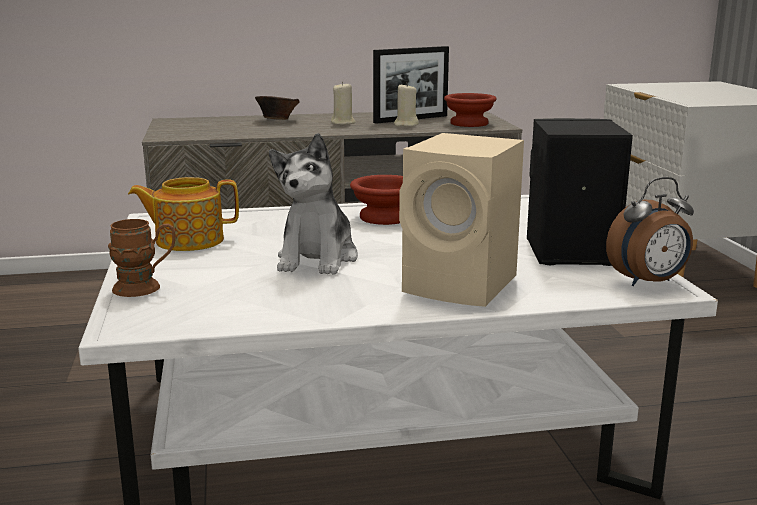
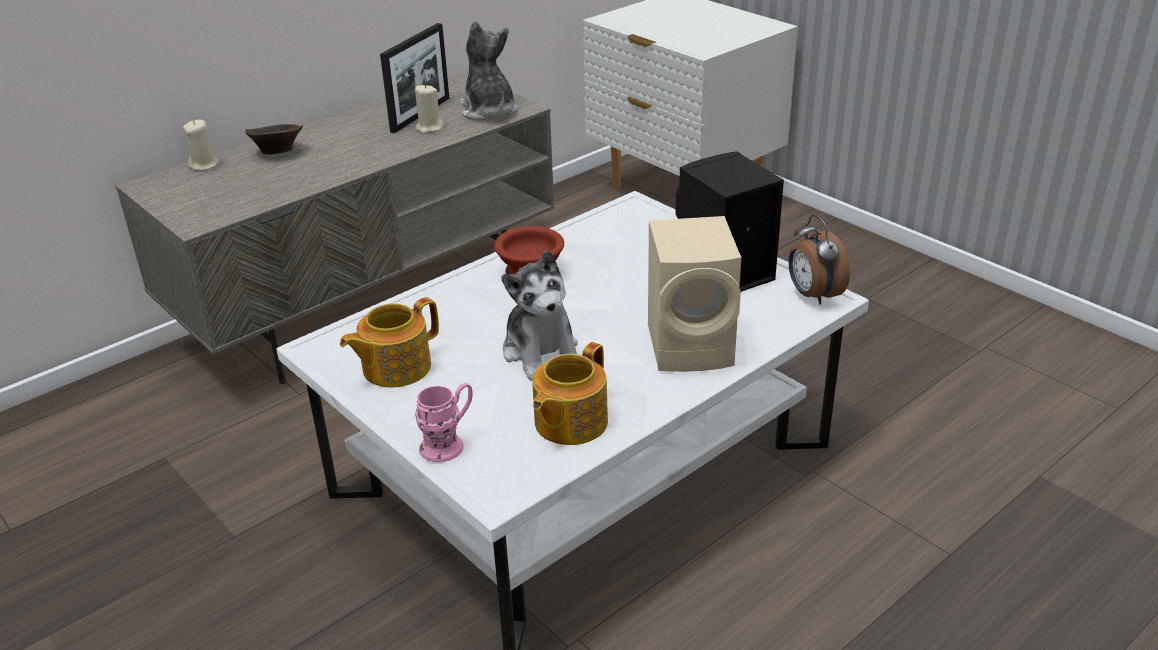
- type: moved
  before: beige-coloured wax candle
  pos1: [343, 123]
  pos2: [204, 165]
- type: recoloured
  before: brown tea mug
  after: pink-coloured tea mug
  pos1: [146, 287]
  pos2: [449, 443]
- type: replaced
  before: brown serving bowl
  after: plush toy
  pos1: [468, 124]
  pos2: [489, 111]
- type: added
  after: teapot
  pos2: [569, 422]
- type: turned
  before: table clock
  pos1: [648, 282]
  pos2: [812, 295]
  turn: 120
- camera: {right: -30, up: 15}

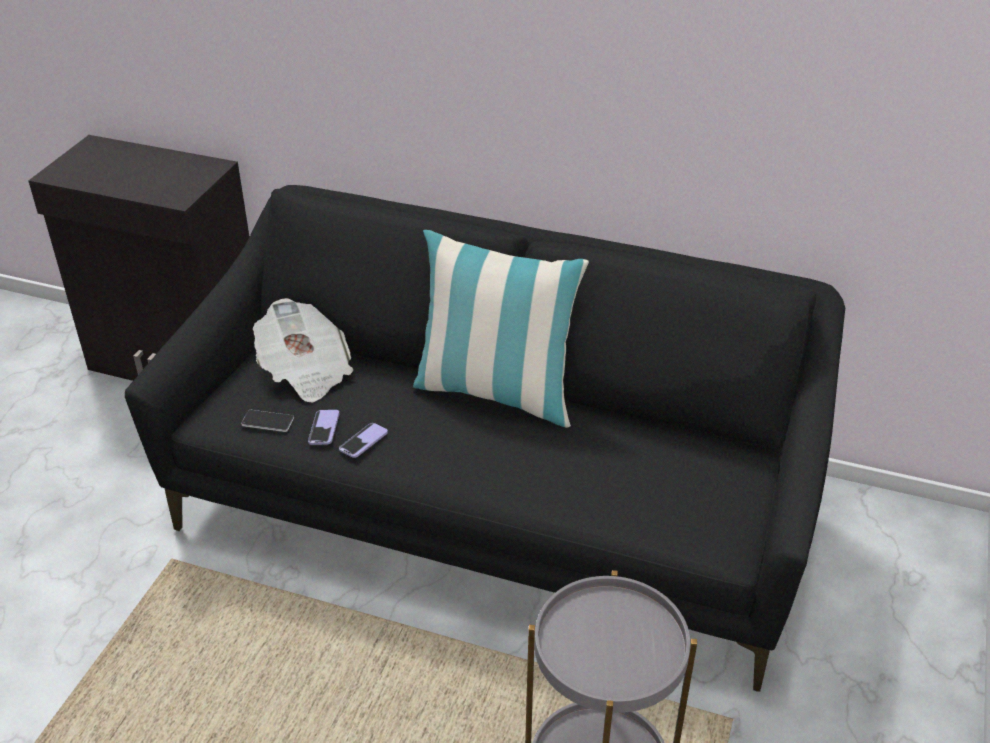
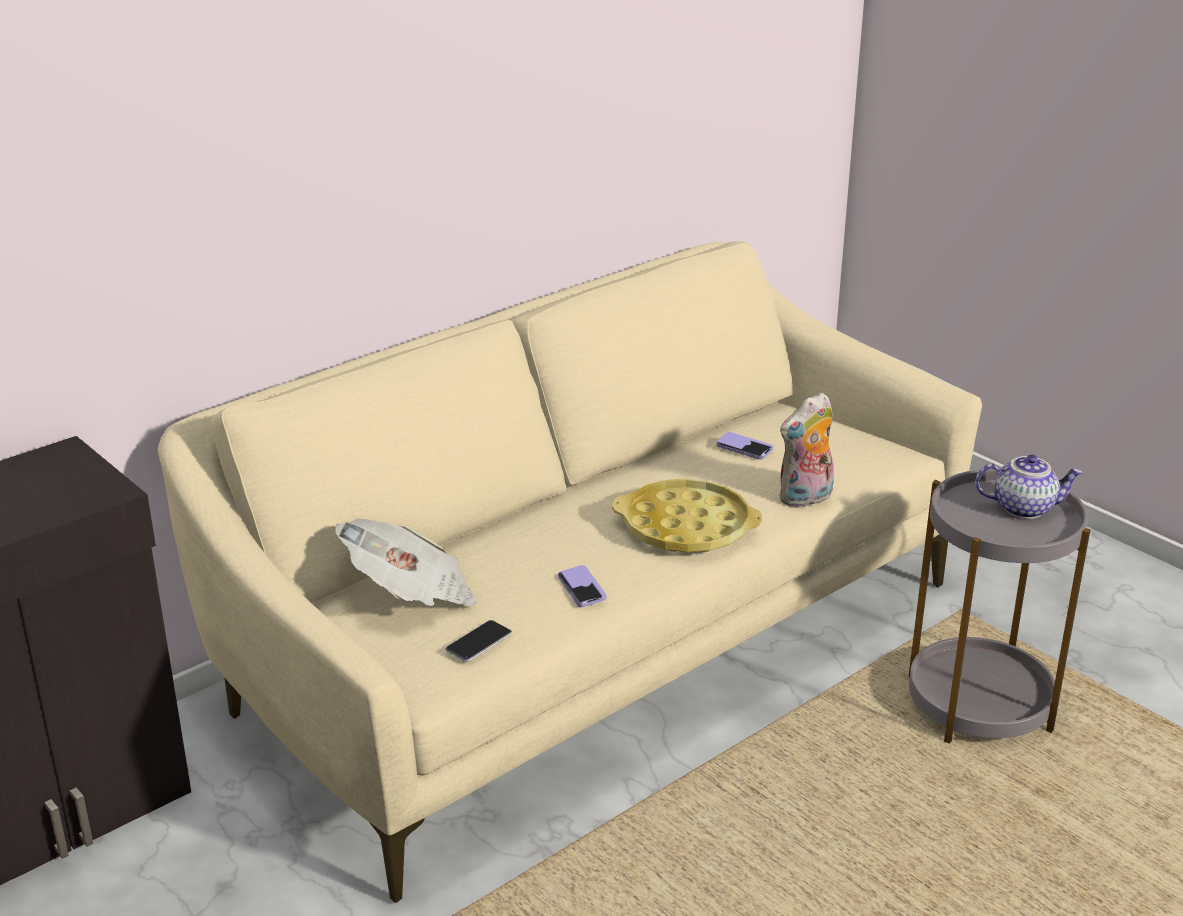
- type: recoloured
  before: blackish couch
  after: beige-coloured couch
  pos1: [495, 507]
  pos2: [592, 645]
- type: added
  after: yellowish serving tray
  pos2: [686, 527]
- type: moved
  before: phone
  pos1: [324, 428]
  pos2: [744, 447]
- type: added
  after: plush toy
  pos2: [806, 499]
- type: added
  after: teapot
  pos2: [1024, 507]
- type: removed
  before: pillow
  pos1: [496, 392]
- camera: {right: -60, up: -10}

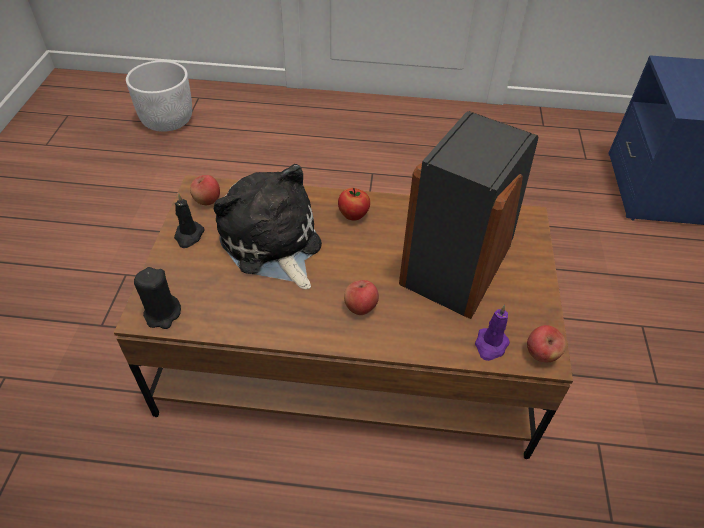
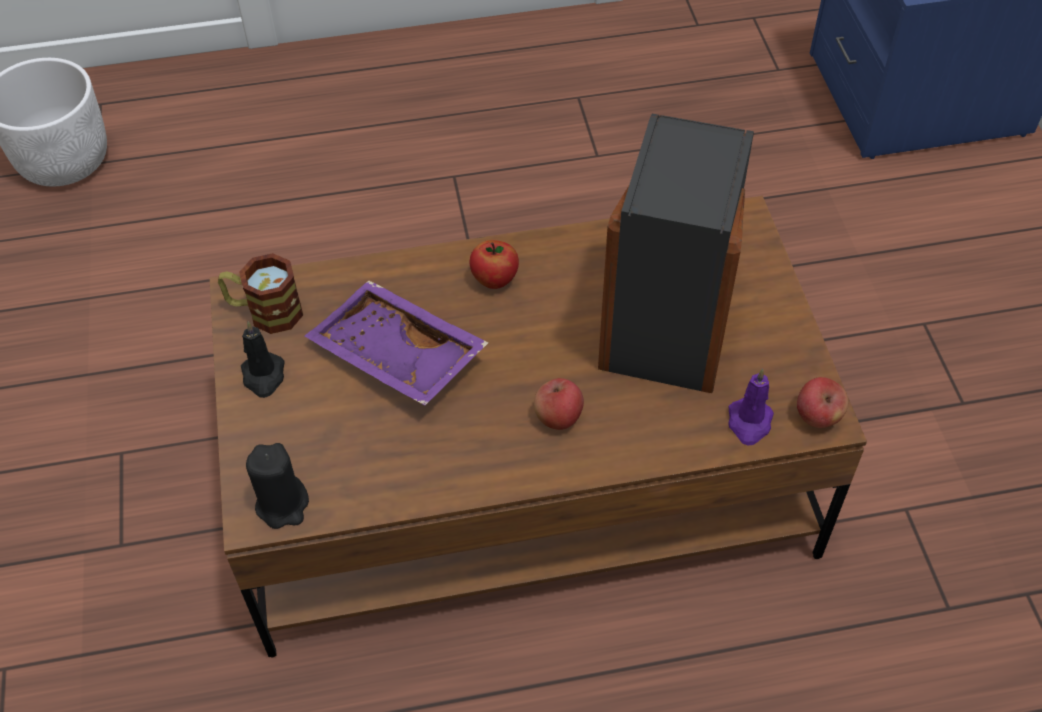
- type: replaced
  before: whole apple
  after: tea mug
  pos1: [207, 200]
  pos2: [265, 312]
- type: replaced
  before: plush toy
  after: purple serving tray
  pos1: [272, 245]
  pos2: [395, 357]
- camera: {right: -15, up: 5}

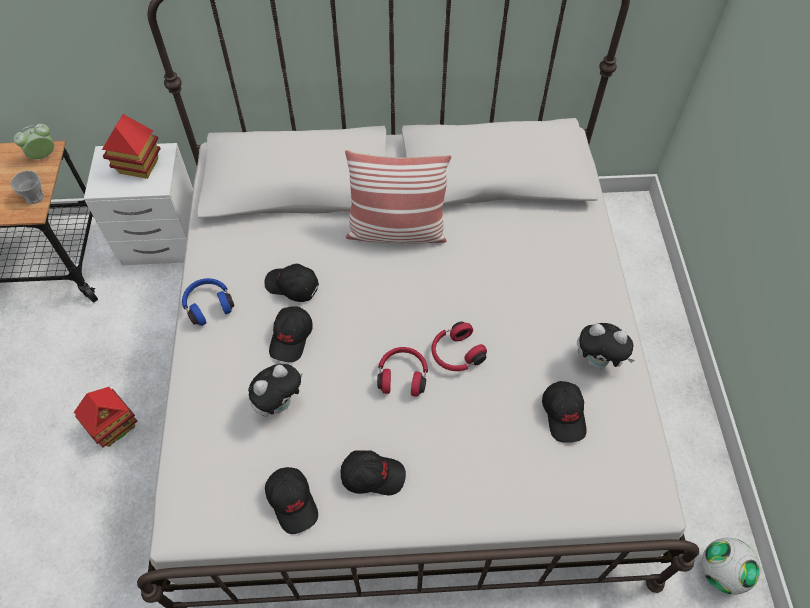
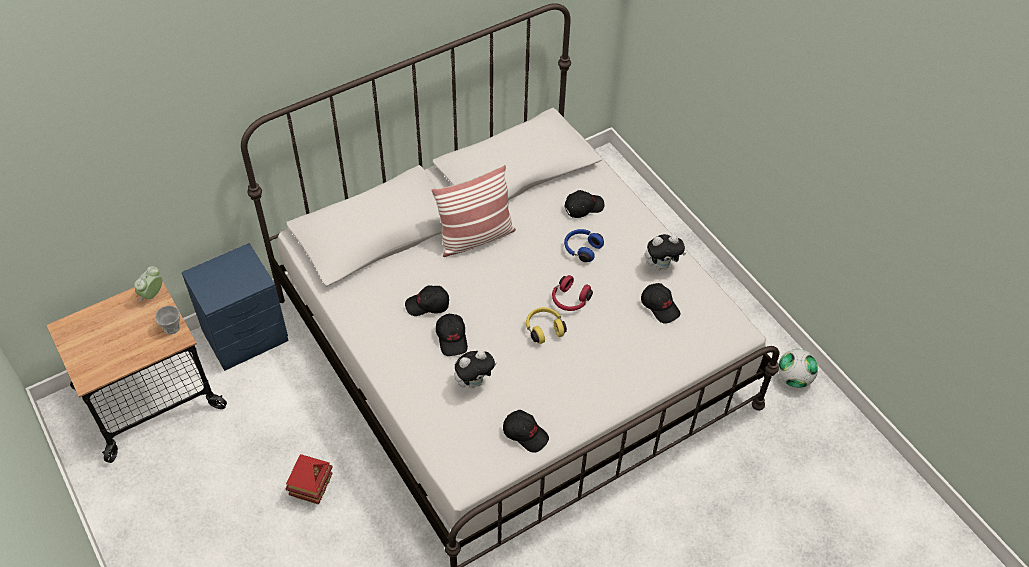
- type: recoloured
  before: white bedside table
  after: blue-coloured bedside table
  pos1: [164, 241]
  pos2: [247, 336]
- type: turned
  before: plush toy
  pos1: [279, 403]
  pos2: [474, 382]
  turn: 45
- type: recoloured
  before: reddish pair of headphones
  after: yellowish pair of headphones
  pos1: [402, 376]
  pos2: [544, 328]
- type: moved
  before: blue-coloured pair of headphones
  pos1: [208, 305]
  pos2: [581, 249]
- type: moved
  before: blackish peaked cap
  pos1: [372, 475]
  pos2: [583, 207]
- type: removed
  before: model house
  pos1: [138, 166]
- camera: {right: -30, up: -5}

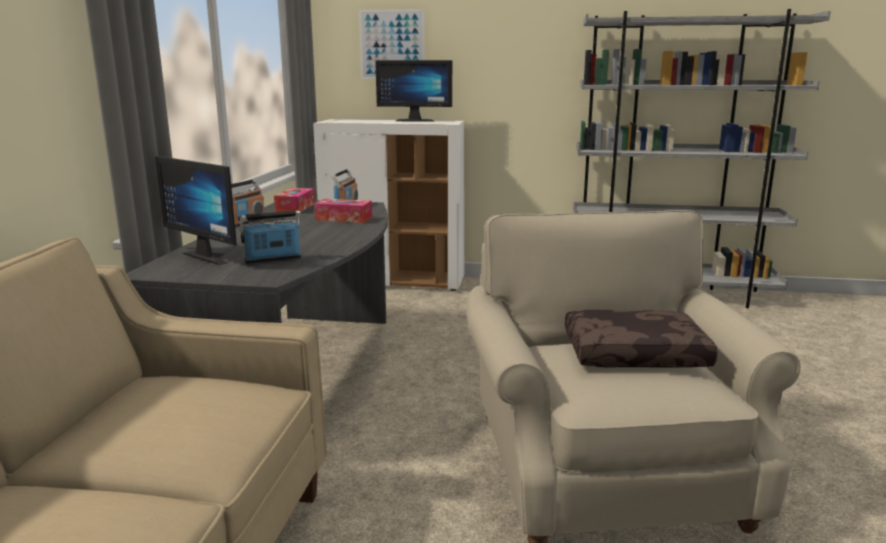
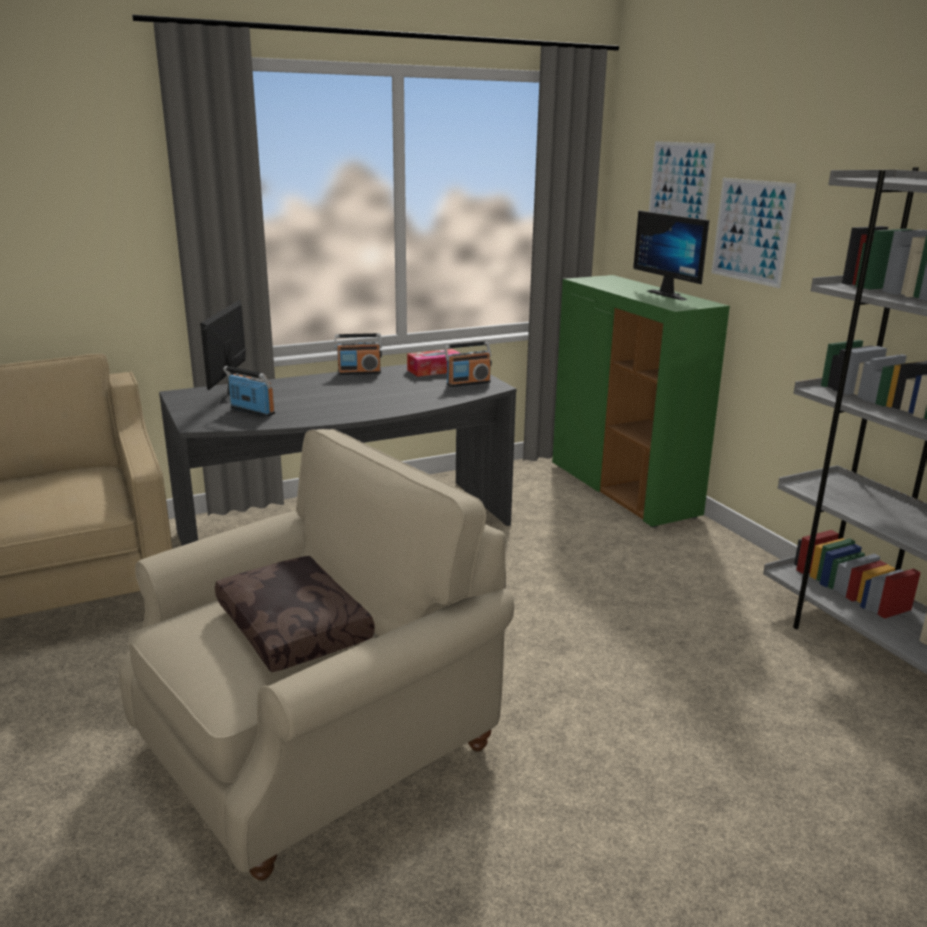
- type: recoloured
  before: white cupboard
  after: green-coloured cupboard
  pos1: [395, 281]
  pos2: [623, 490]
- type: added
  after: wall picture
  pos2: [751, 231]
- type: removed
  before: tissue box
  pos1: [344, 219]
- camera: {right: 55, up: 5}

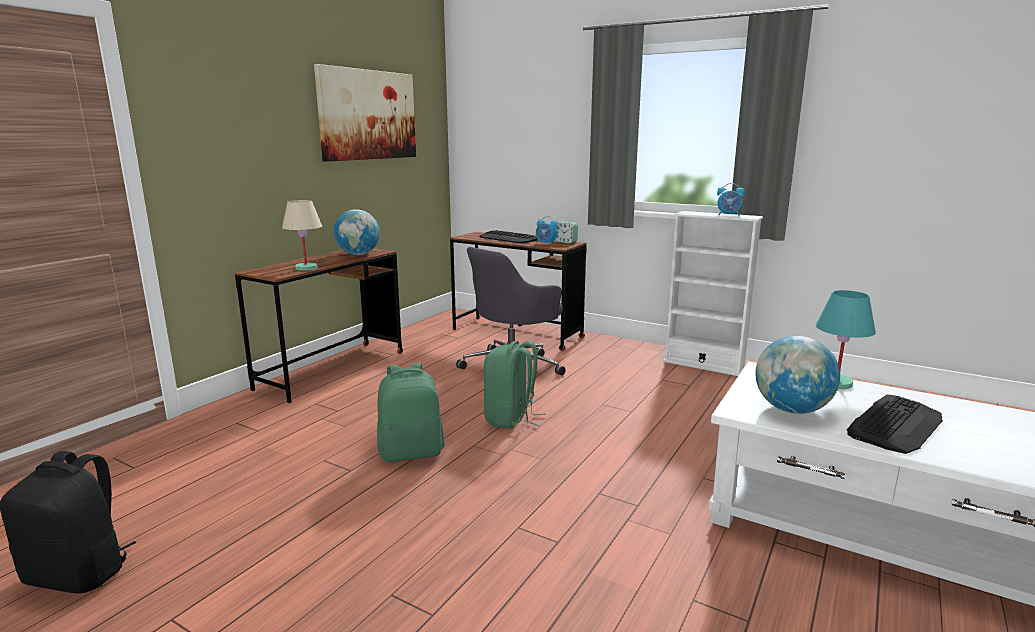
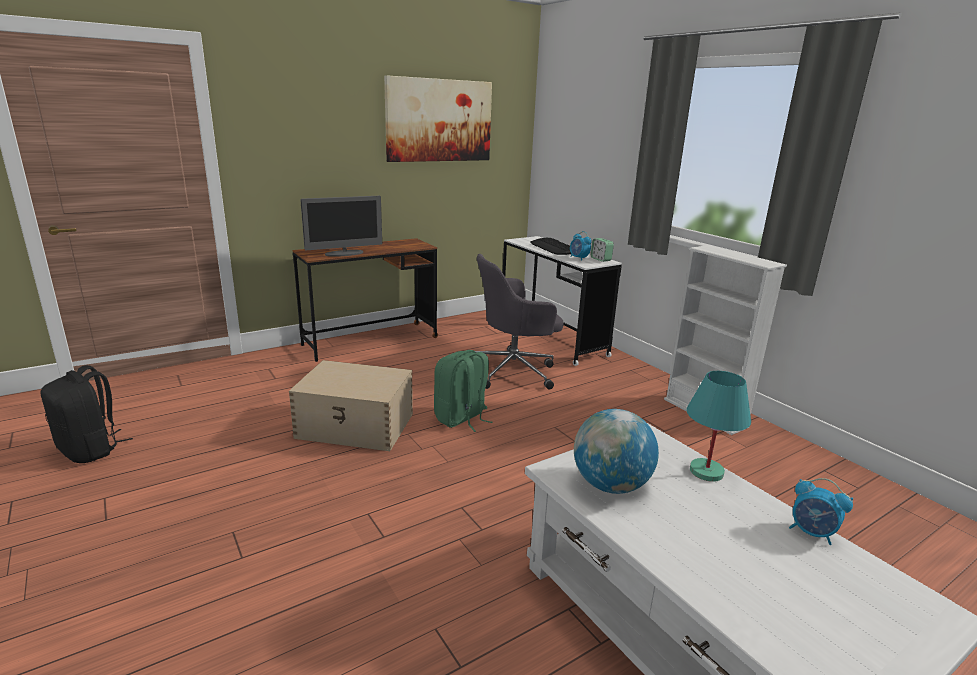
- type: replaced
  before: green-coloured backpack
  after: beige-coloured storage box
  pos1: [411, 452]
  pos2: [356, 426]
- type: replaced
  before: beige-coloured tabletop lamp
  after: computer display
  pos1: [306, 268]
  pos2: [344, 253]
- type: recoloured
  before: brown desk unit
  after: white desk unit
  pos1: [517, 333]
  pos2: [551, 339]
- type: moved
  before: table clock
  pos1: [729, 215]
  pos2: [812, 533]
- type: removed
  before: globe
  pos1: [358, 254]
- type: removed
  before: computer keyboard
  pos1: [895, 425]
- camera: {right: 25, up: 5}

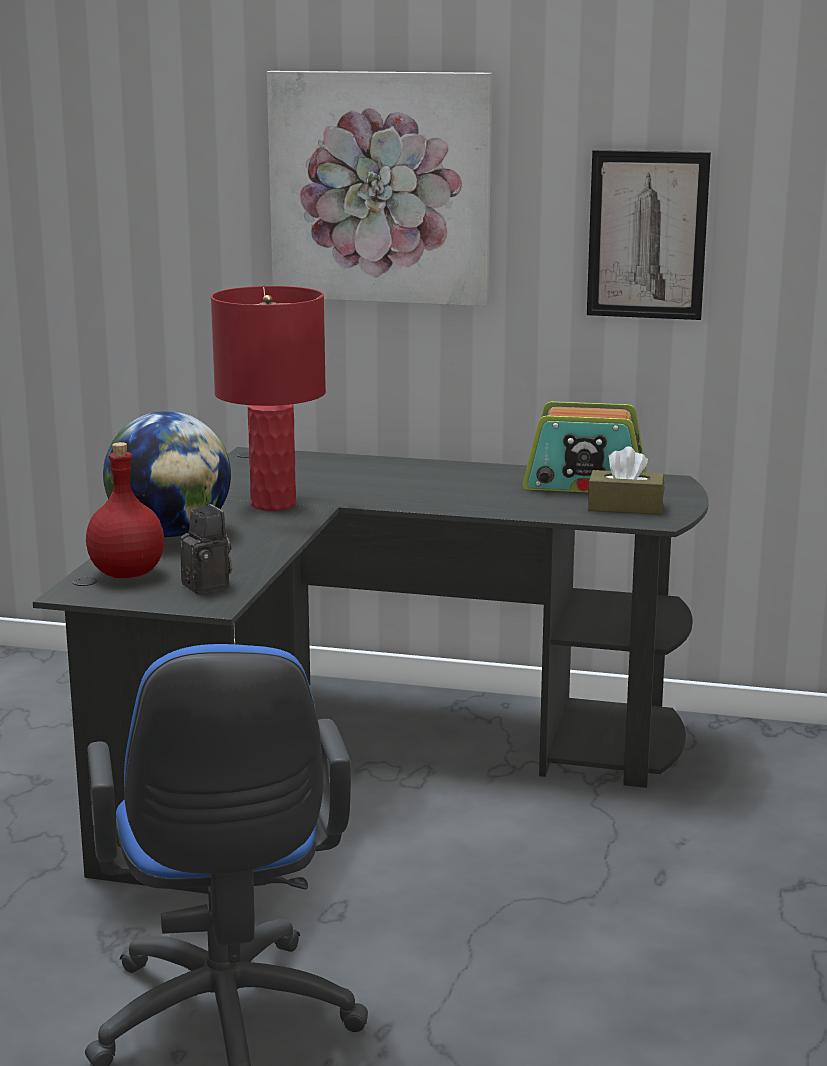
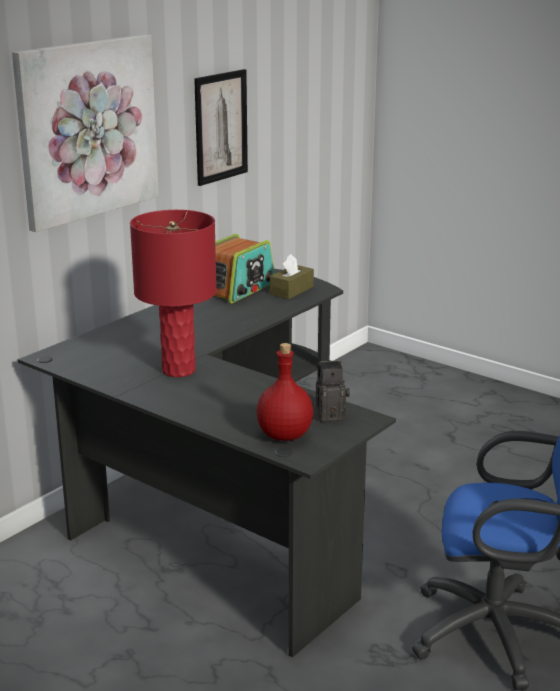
- type: removed
  before: globe
  pos1: [170, 534]
- camera: {right: -65, up: 5}

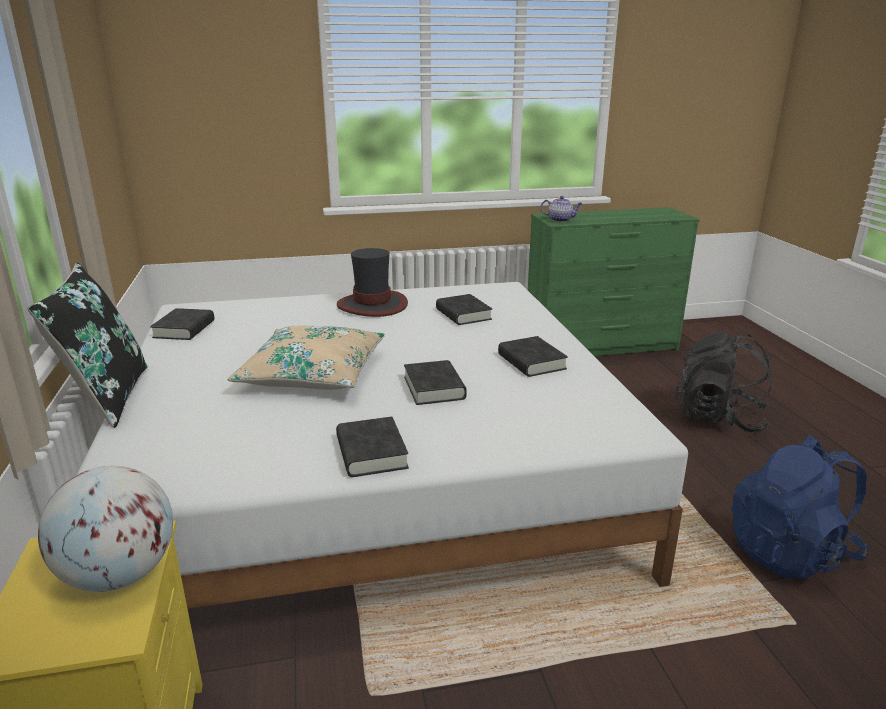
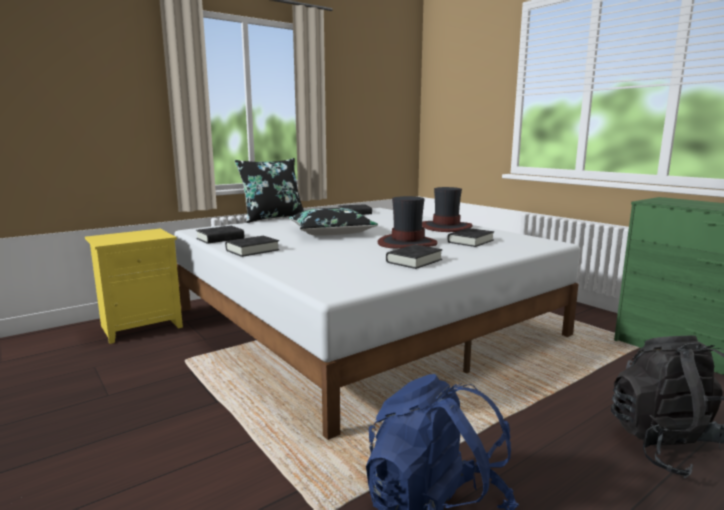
- type: moved
  before: blackish book
  pos1: [434, 388]
  pos2: [220, 238]
- type: recoloured
  before: beige-coloured pillow
  after: blackish pillow
  pos1: [313, 373]
  pos2: [331, 232]
- type: added
  after: clothing hat
  pos2: [407, 243]
- type: removed
  before: globe
  pos1: [119, 575]
- type: removed
  before: teapot
  pos1: [560, 220]
- camera: {right: 65, up: -10}

